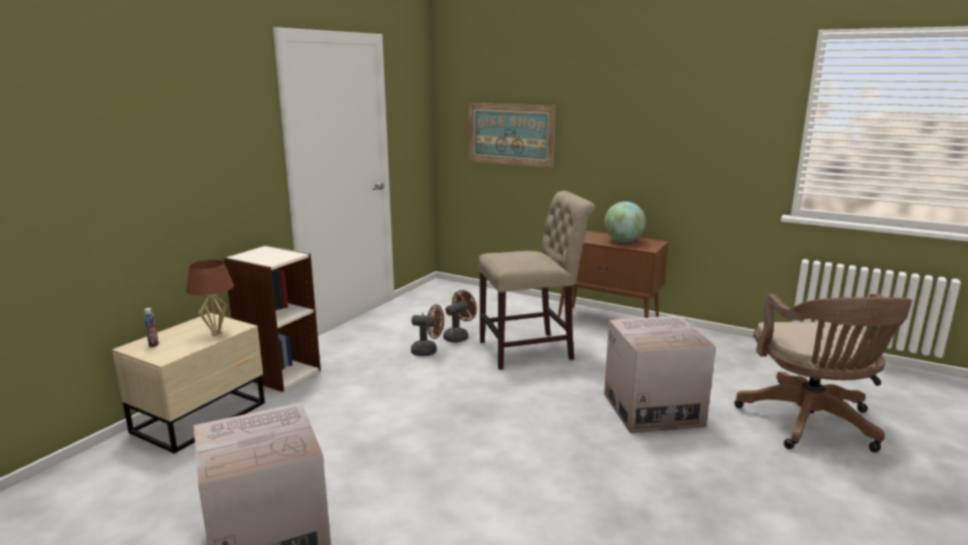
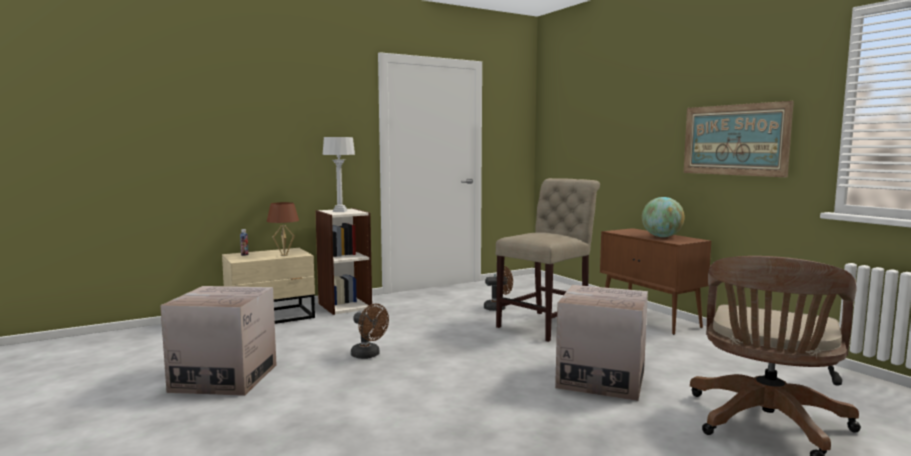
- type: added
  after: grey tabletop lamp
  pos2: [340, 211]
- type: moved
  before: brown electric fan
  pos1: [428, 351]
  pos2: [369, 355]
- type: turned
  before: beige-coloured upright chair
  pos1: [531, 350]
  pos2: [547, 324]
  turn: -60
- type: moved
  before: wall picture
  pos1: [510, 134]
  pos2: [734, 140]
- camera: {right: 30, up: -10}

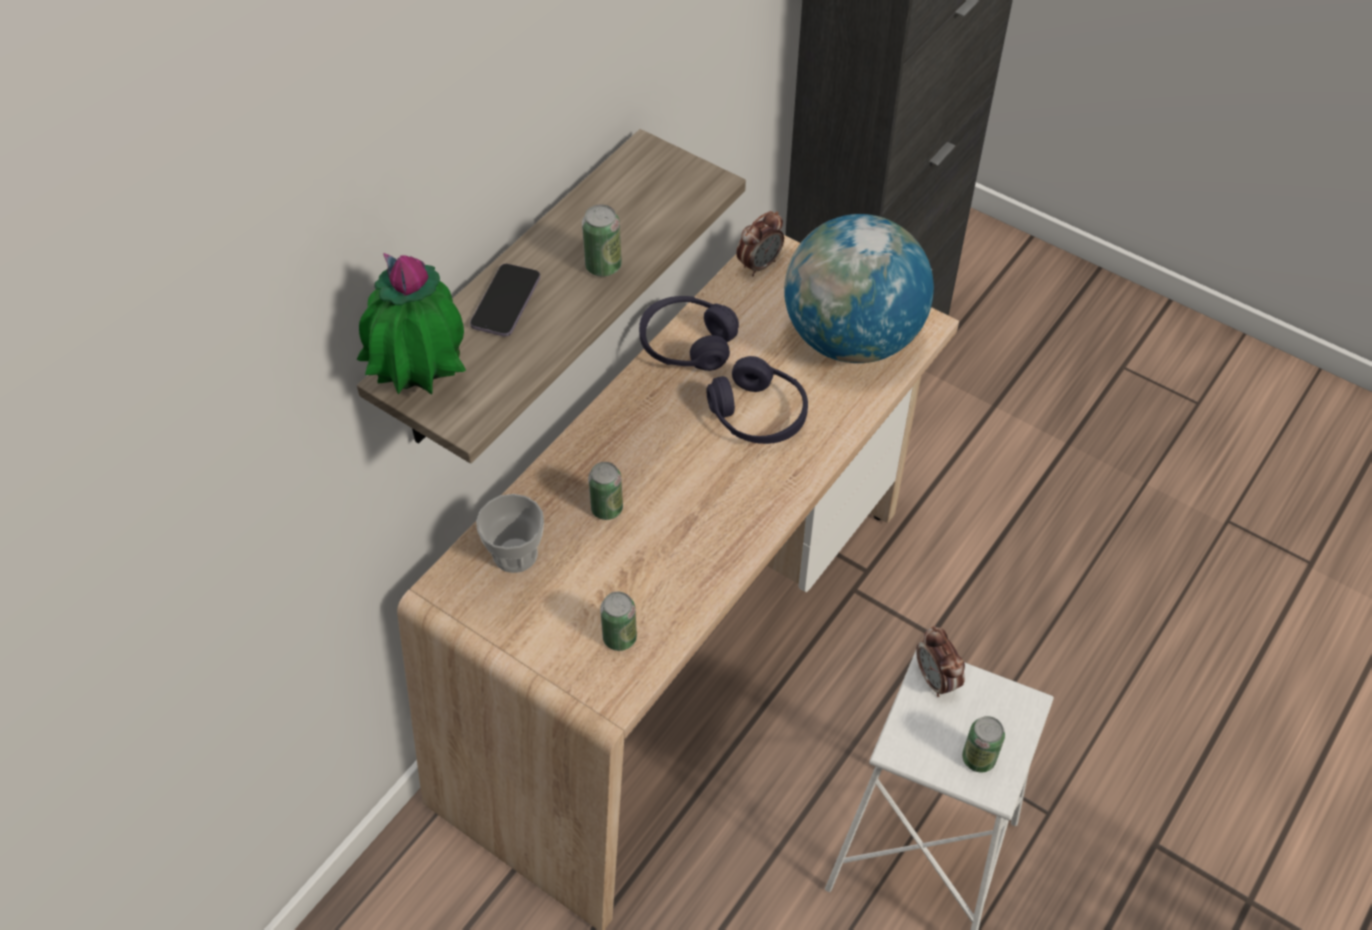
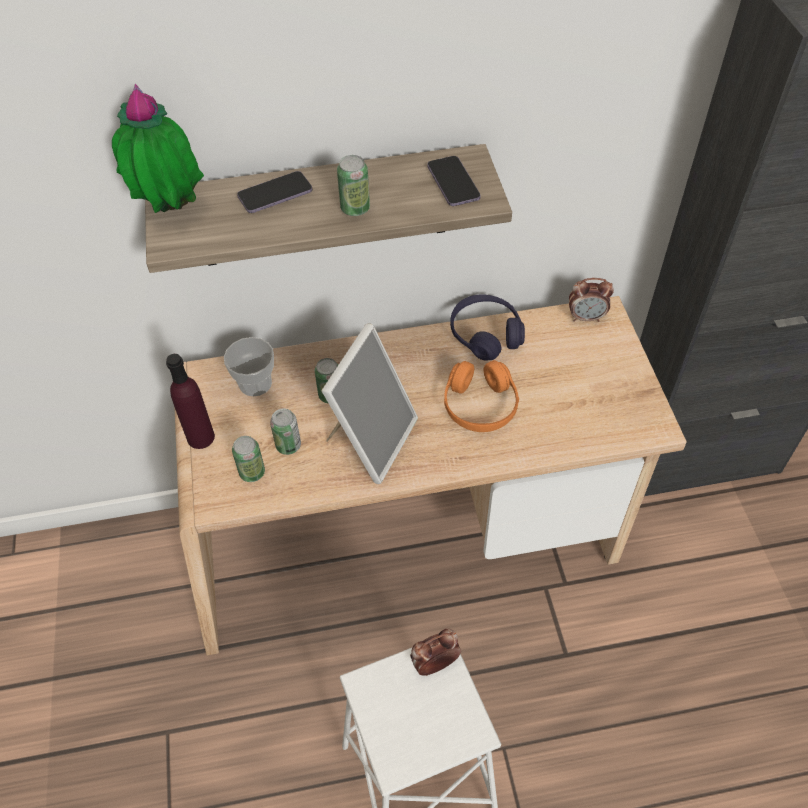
- type: added
  after: purple beverage bottle
  pos2: [200, 437]
- type: moved
  before: metal can
  pos1: [978, 758]
  pos2: [288, 445]
- type: added
  after: standing frame
  pos2: [370, 439]
- type: turned
  before: table clock
  pos1: [936, 680]
  pos2: [435, 664]
  turn: 45
- type: added
  after: phone
  pos2: [453, 183]
- type: recoloured
  before: purple pair of headphones
  after: orange-coloured pair of headphones
  pos1: [758, 415]
  pos2: [480, 406]
- type: removed
  before: globe
  pos1: [851, 338]
- camera: {right: 45, up: 0}

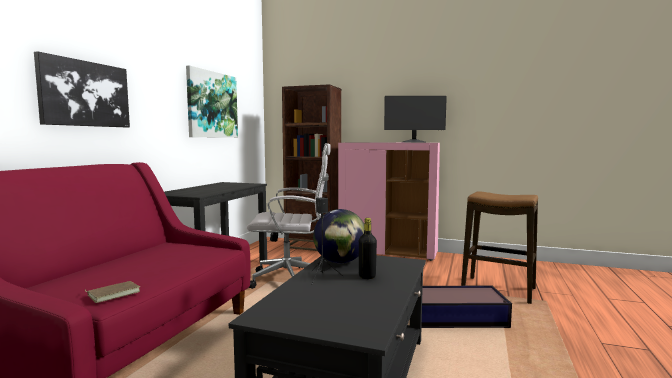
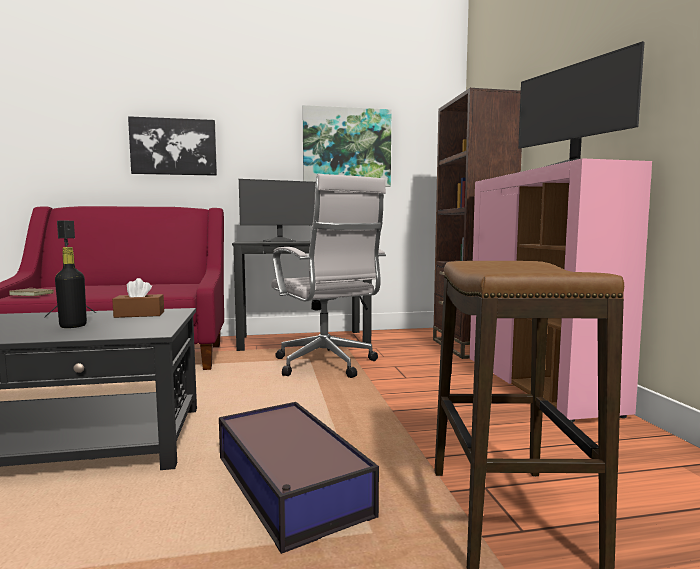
- type: replaced
  before: globe
  after: brown tissue box
  pos1: [340, 262]
  pos2: [139, 314]
- type: added
  after: computer display
  pos2: [279, 241]
- camera: {right: 60, up: 0}

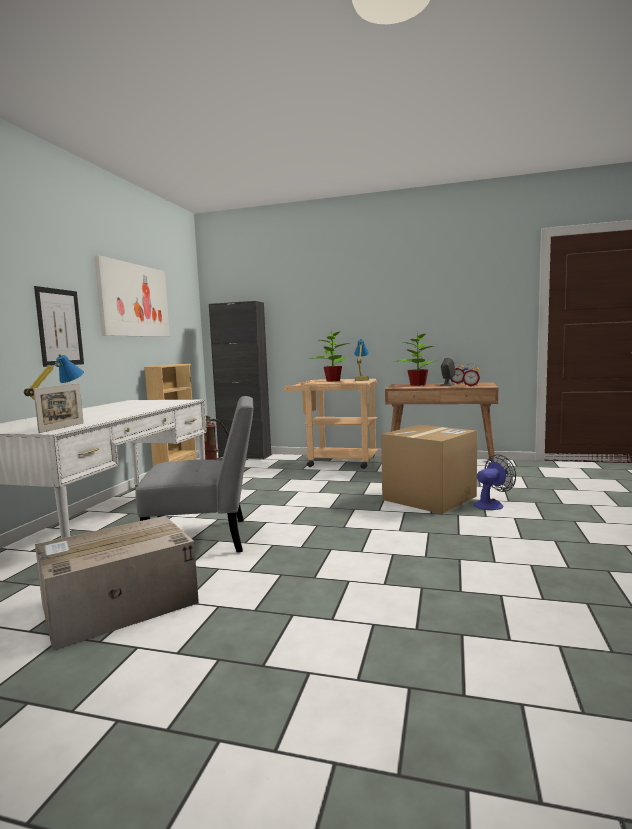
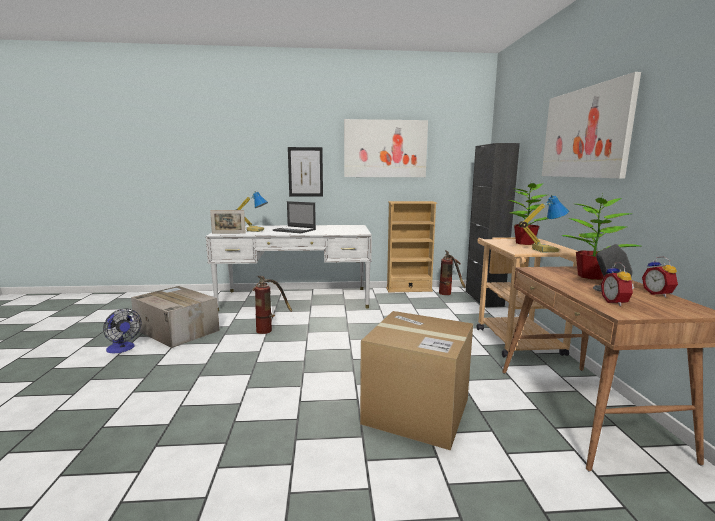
- type: moved
  before: electric fan
  pos1: [492, 504]
  pos2: [122, 349]
- type: replaced
  before: grey upright chair
  after: extinguisher
  pos1: [205, 538]
  pos2: [269, 328]
- type: added
  after: notebook computer
  pos2: [295, 230]
- type: added
  after: wall picture
  pos2: [585, 133]
- camera: {right: 70, up: 5}

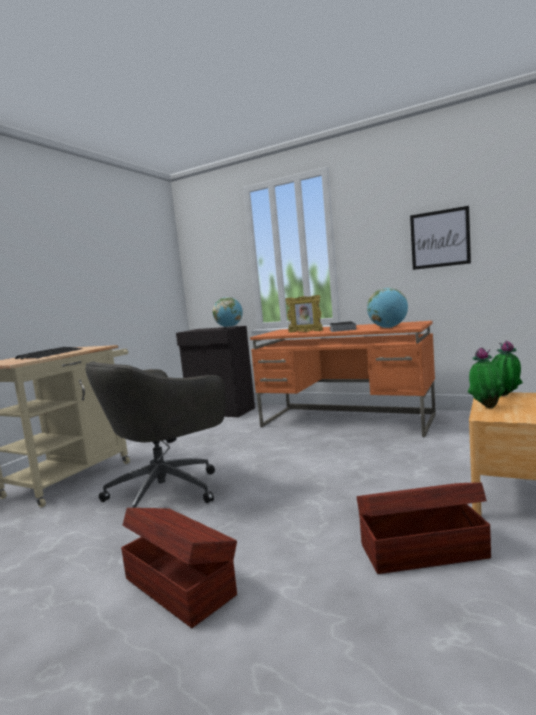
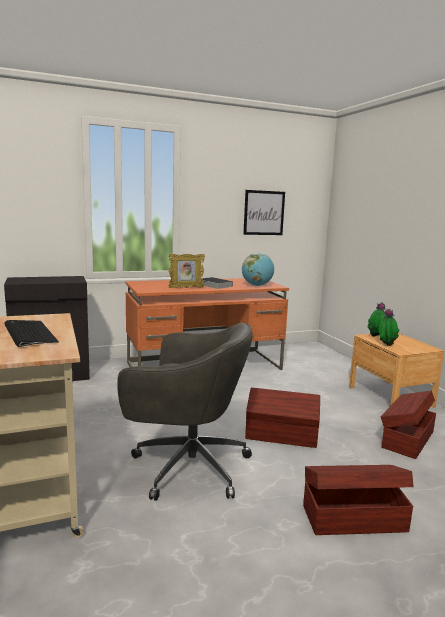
- type: turned
  before: grey desk chair
  pos1: [167, 491]
  pos2: [187, 466]
  turn: -75
- type: added
  after: brown storage box
  pos2: [282, 436]
- type: removed
  before: globe
  pos1: [229, 327]
- camera: {right: -50, up: 5}

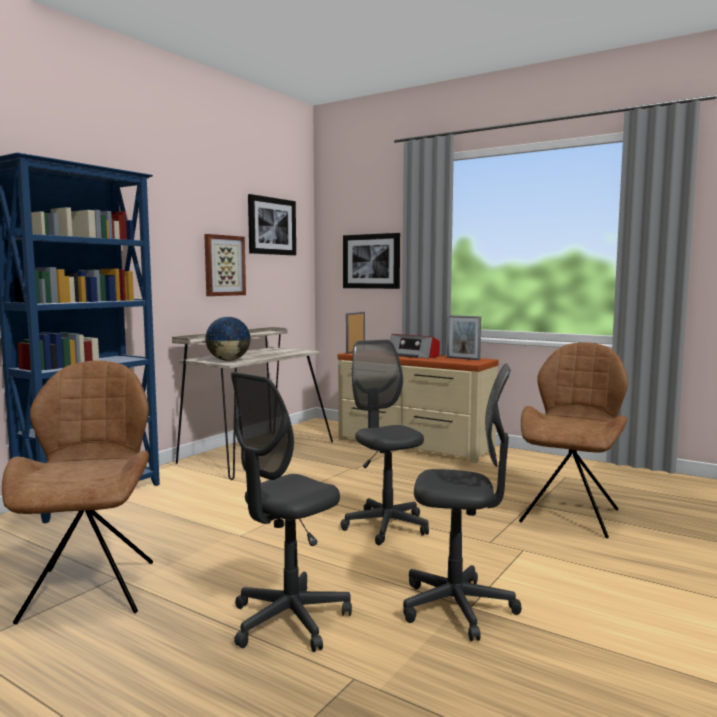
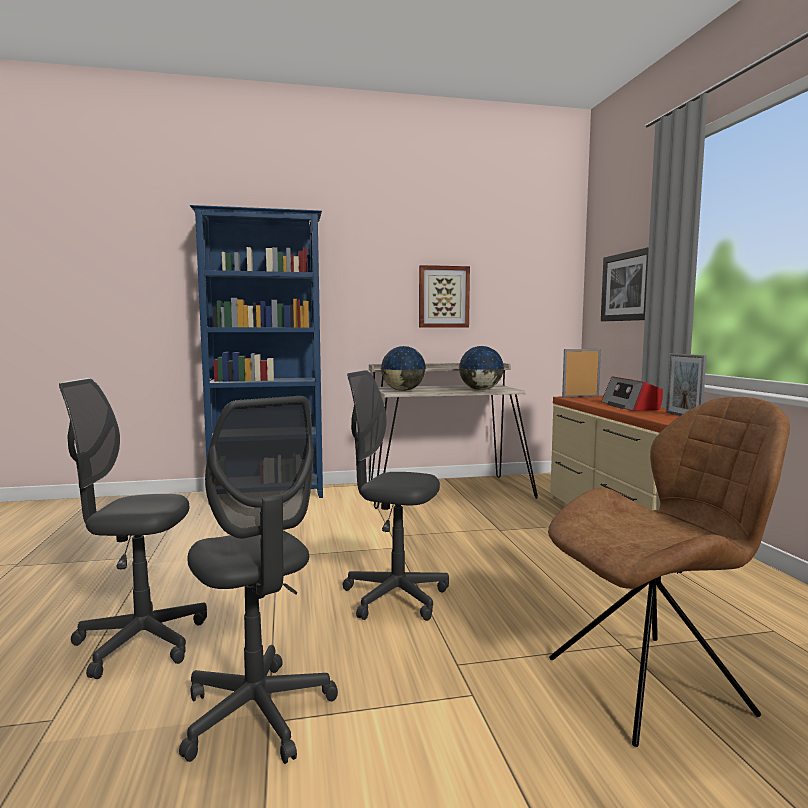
- type: turned
  before: grey desk chair
  pos1: [386, 526]
  pos2: [395, 597]
  turn: -90
- type: added
  after: globe
  pos2: [480, 390]
- type: removed
  before: brown upright chair
  pos1: [91, 588]
- type: removed
  before: wall picture
  pos1: [271, 226]
- camera: {right: 45, up: 0}

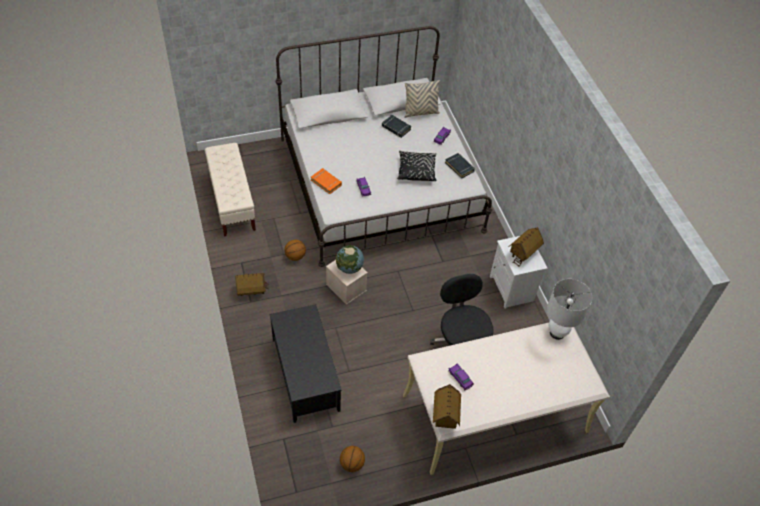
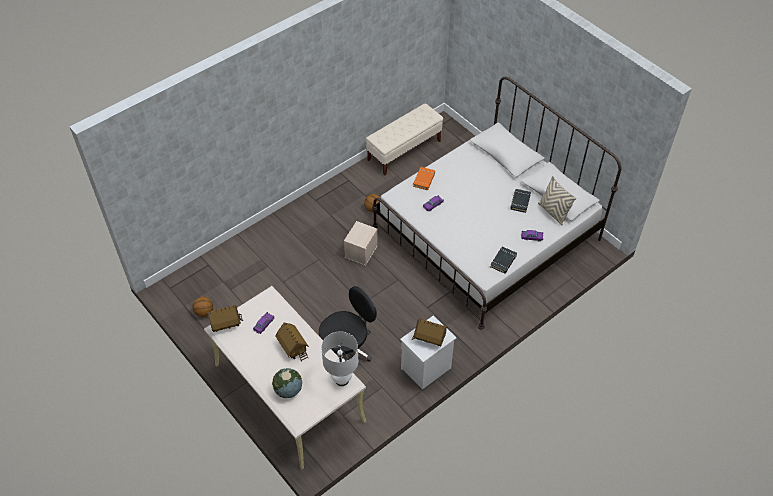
- type: moved
  before: globe
  pos1: [349, 268]
  pos2: [288, 390]
- type: moved
  before: model house
  pos1: [252, 290]
  pos2: [293, 348]
- type: removed
  before: blackish low table
  pos1: [306, 374]
- type: removed
  before: blackish pillow
  pos1: [416, 171]
- camera: {right: 70, up: 0}

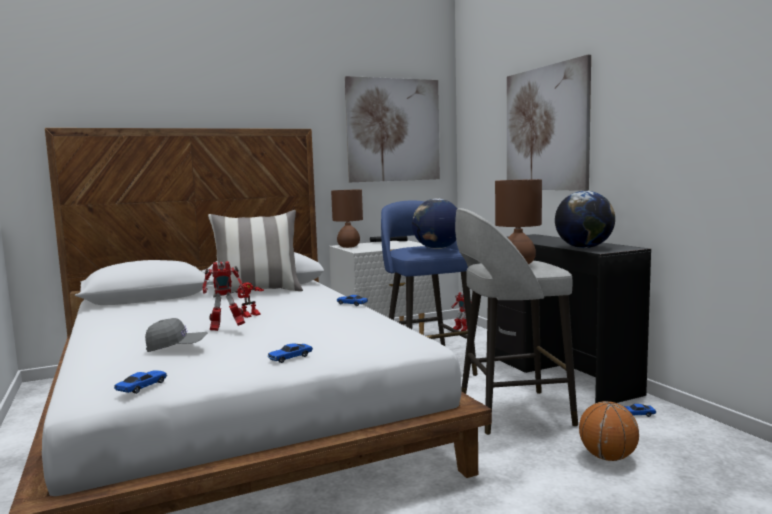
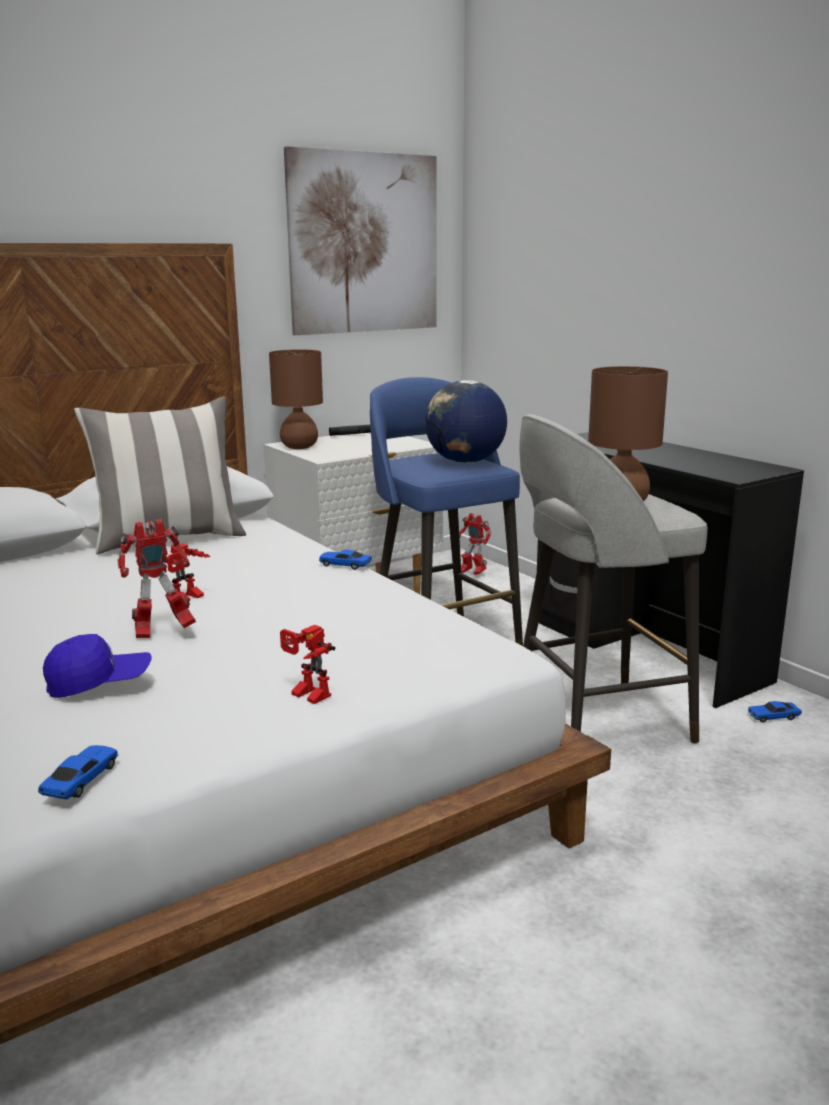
- type: recoloured
  before: grey peaked cap
  after: blue-coloured peaked cap
  pos1: [177, 347]
  pos2: [99, 683]
- type: replaced
  before: toy car
  after: toy robot
  pos1: [290, 357]
  pos2: [305, 696]
- type: removed
  before: wall picture
  pos1: [546, 129]
- type: removed
  before: globe
  pos1: [583, 247]
- type: removed
  before: ball for basketball
  pos1: [608, 457]
- camera: {right: -10, up: 10}

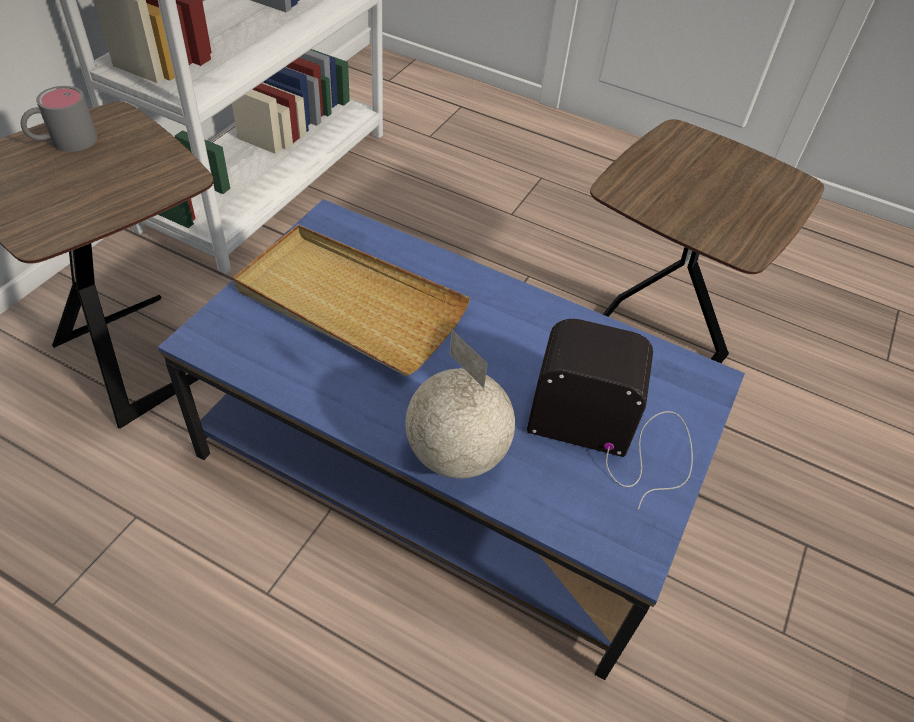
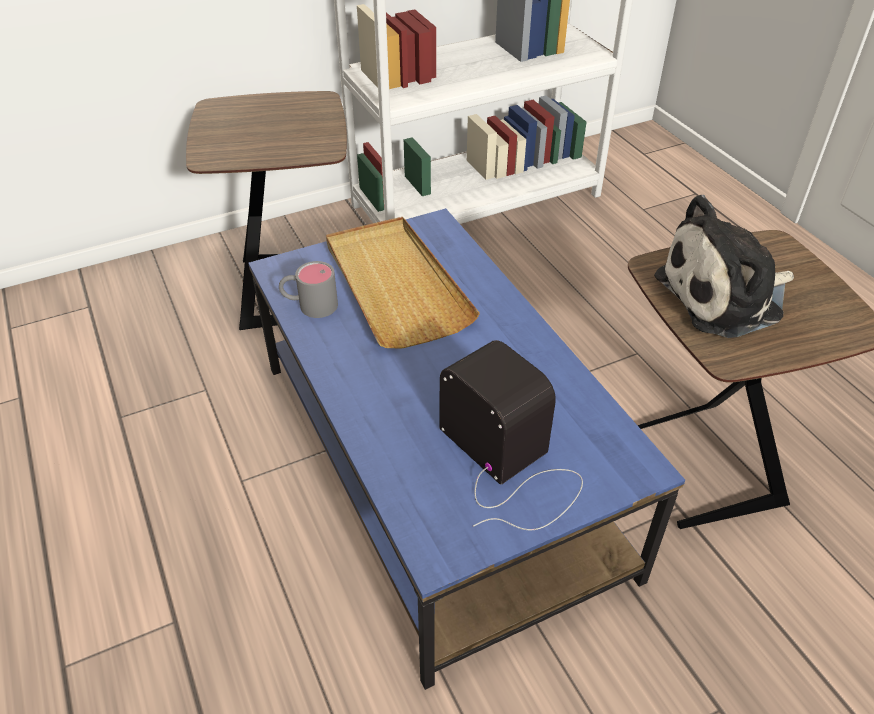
- type: moved
  before: grey tea mug
  pos1: [64, 142]
  pos2: [309, 305]
- type: added
  after: plush toy
  pos2: [725, 297]
- type: removed
  before: globe
  pos1: [456, 455]
- camera: {right: 40, up: -5}

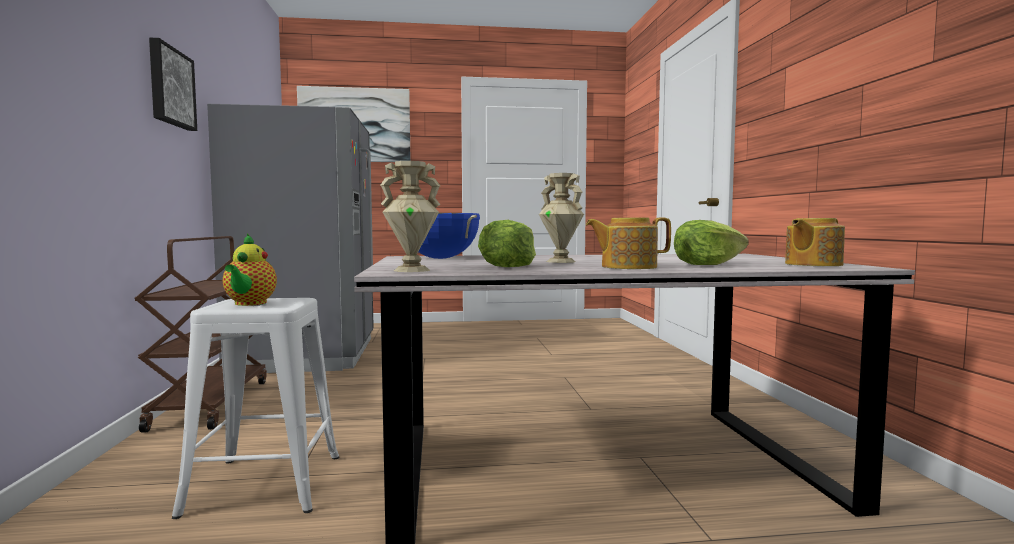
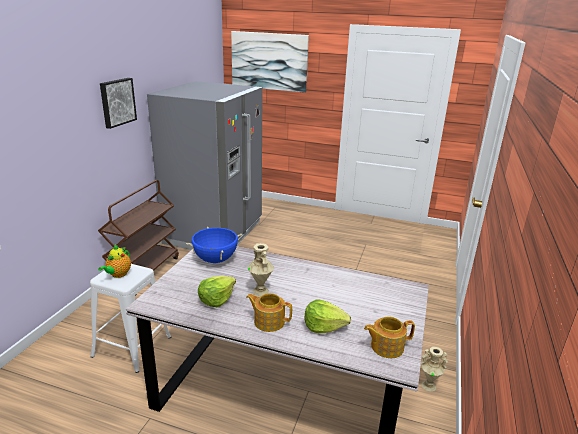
- type: moved
  before: beige-coloured flower vase
  pos1: [412, 270]
  pos2: [429, 385]
- camera: {right: 25, up: 20}

